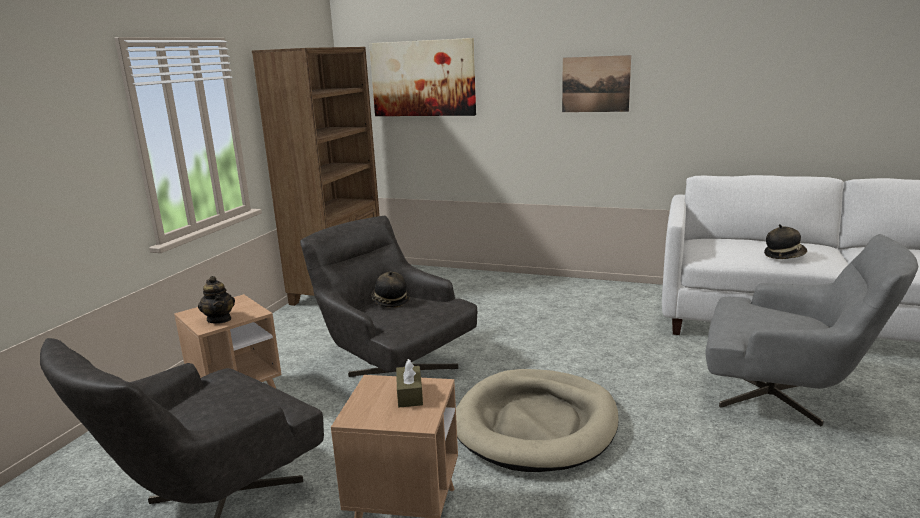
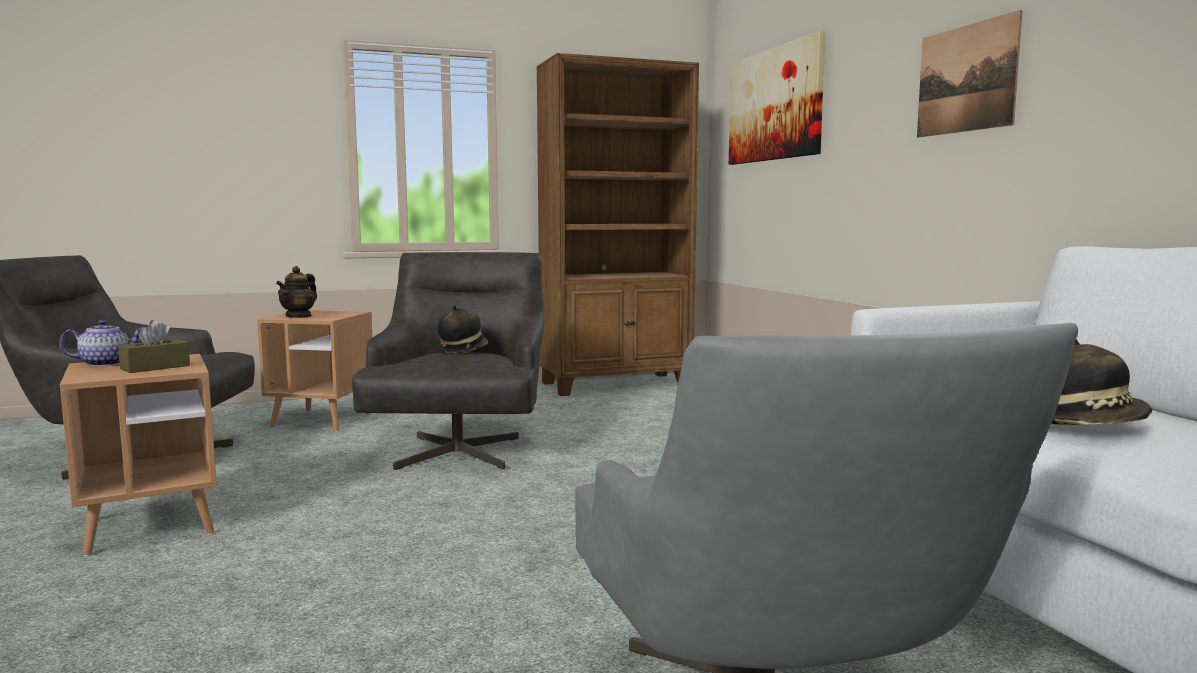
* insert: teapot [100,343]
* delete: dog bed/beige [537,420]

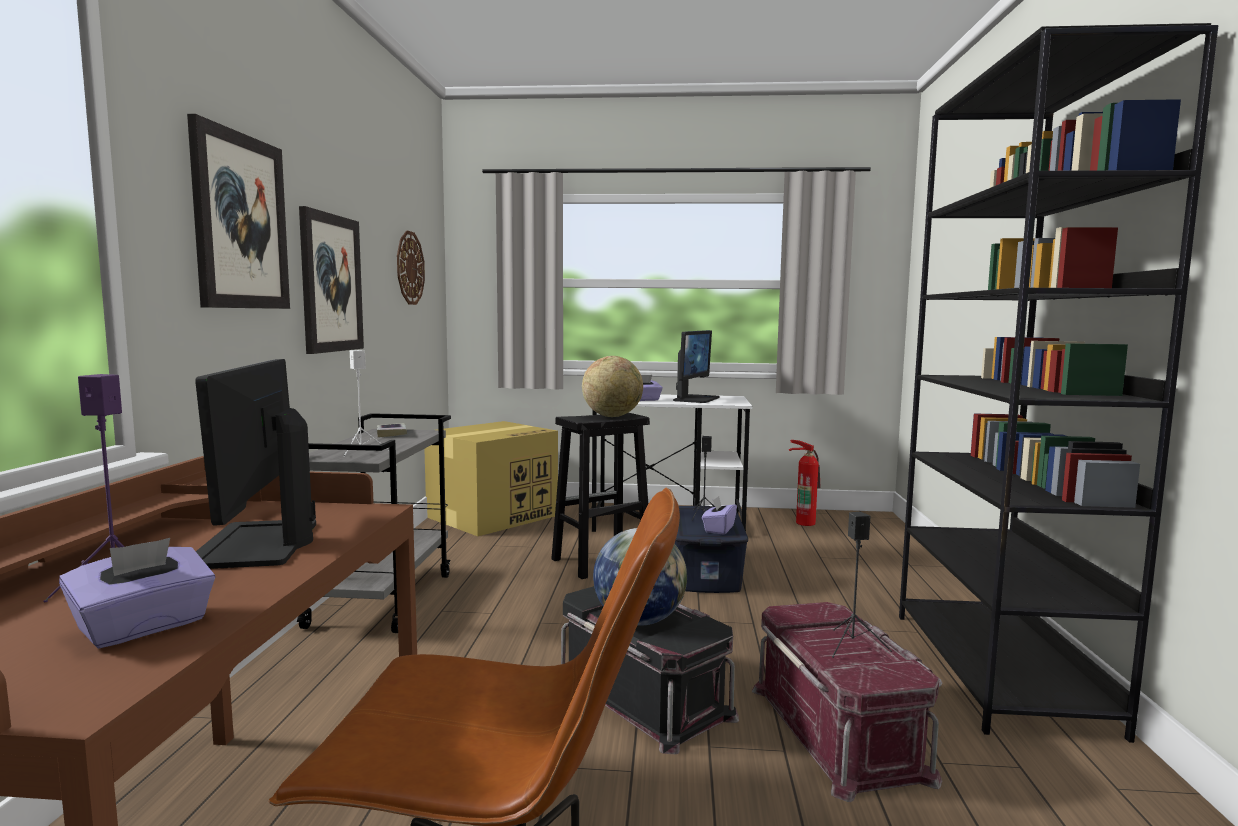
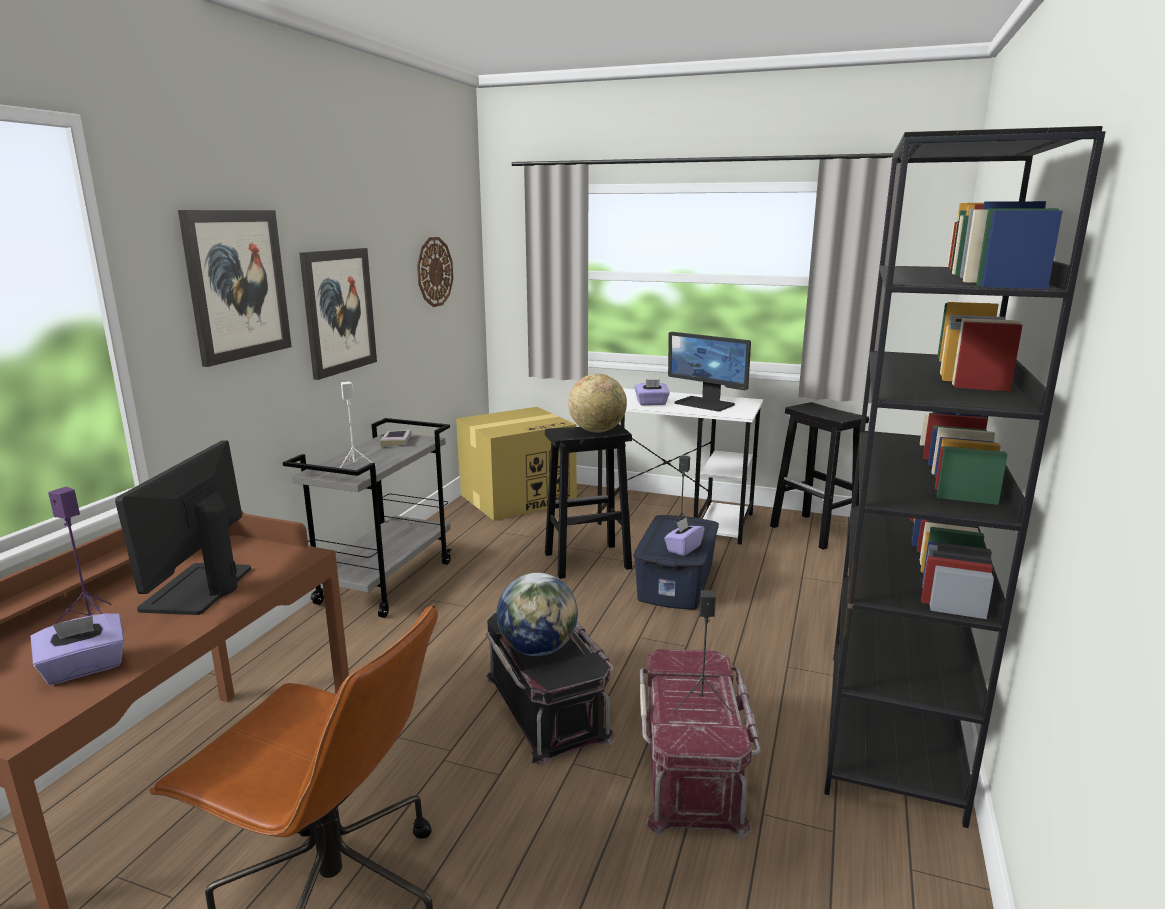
* rotate: monitor [696,366] = [709,371] 90 degrees clockwise
* replace: fire extinguisher [805,483] to stool/black [819,476]

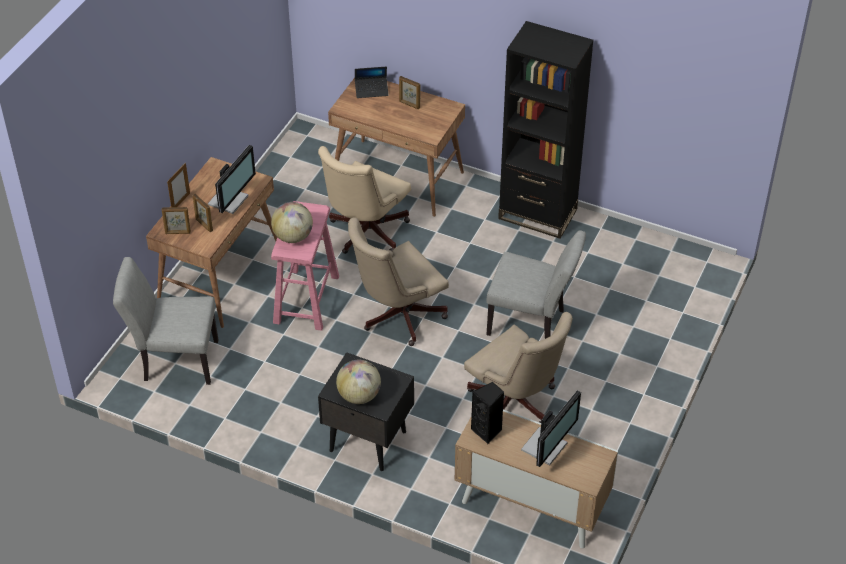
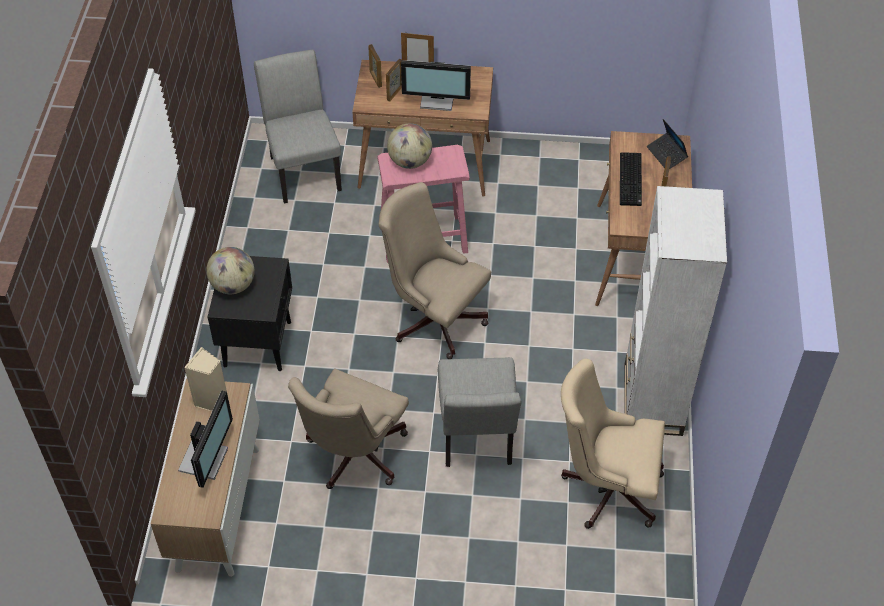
* rotate: monitor [551,429] = [205,439] 90 degrees counterclockwise
* recolor: speaker/black [487,413] to speaker/beige [206,379]
* move: office chair/beige [364,200] to [613,444]
* insert: keyboard [631,179]
* recolor: bookcase/black [546,130] to bookcase/white [675,311]

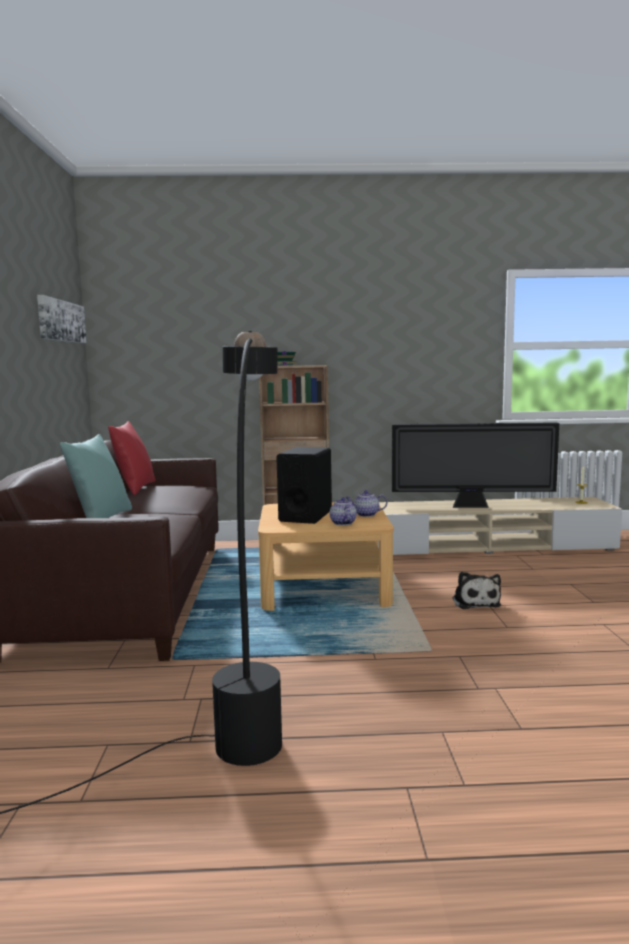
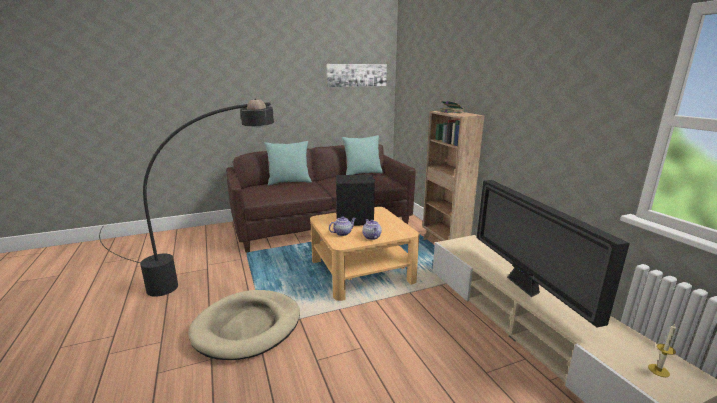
* insert: dog bed/beige [244,325]
* recolor: pillow/red [131,458] to pillow/turquoise [362,155]
* delete: plush toy [476,590]

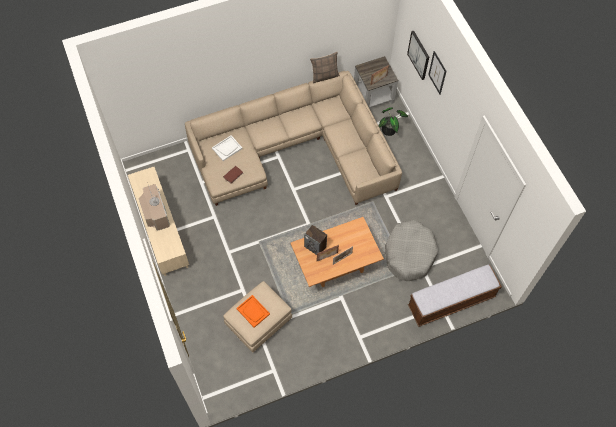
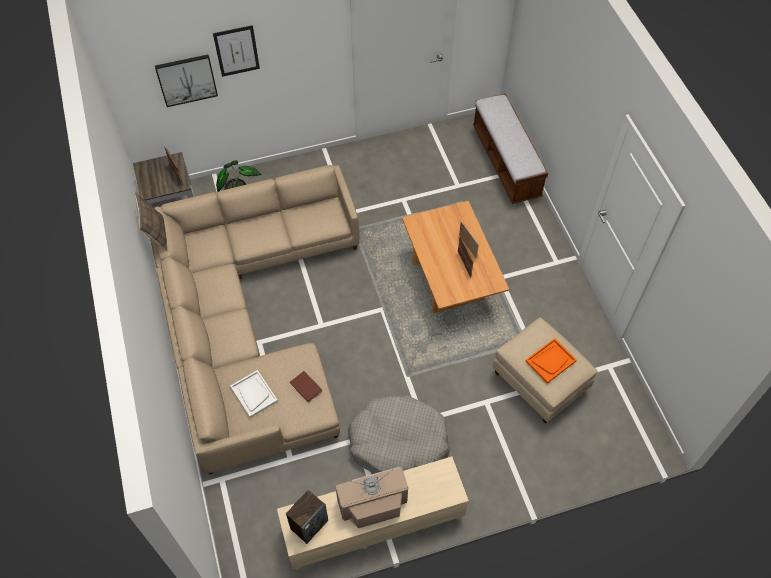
* move: speaker [315,240] to [307,517]
* move: dog bed/grey [411,250] to [399,435]

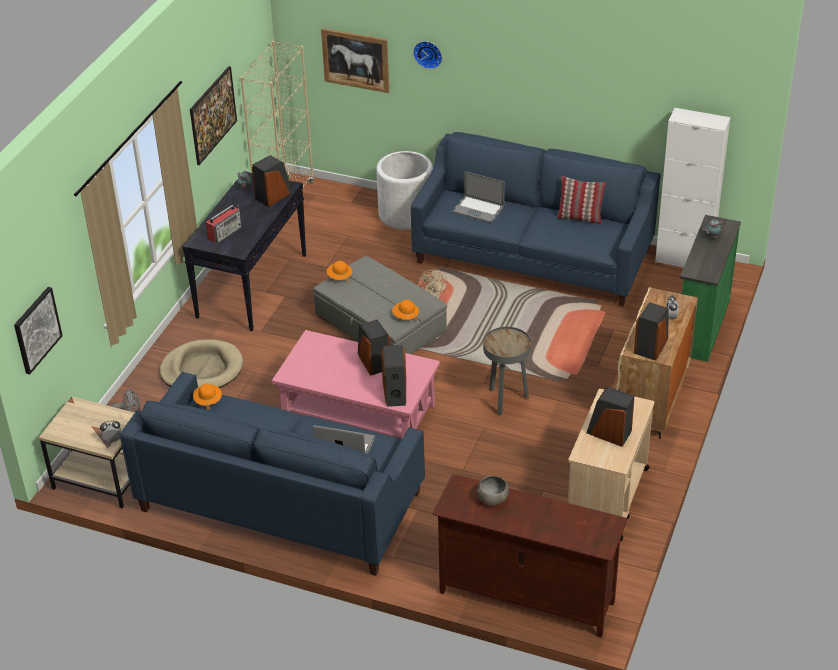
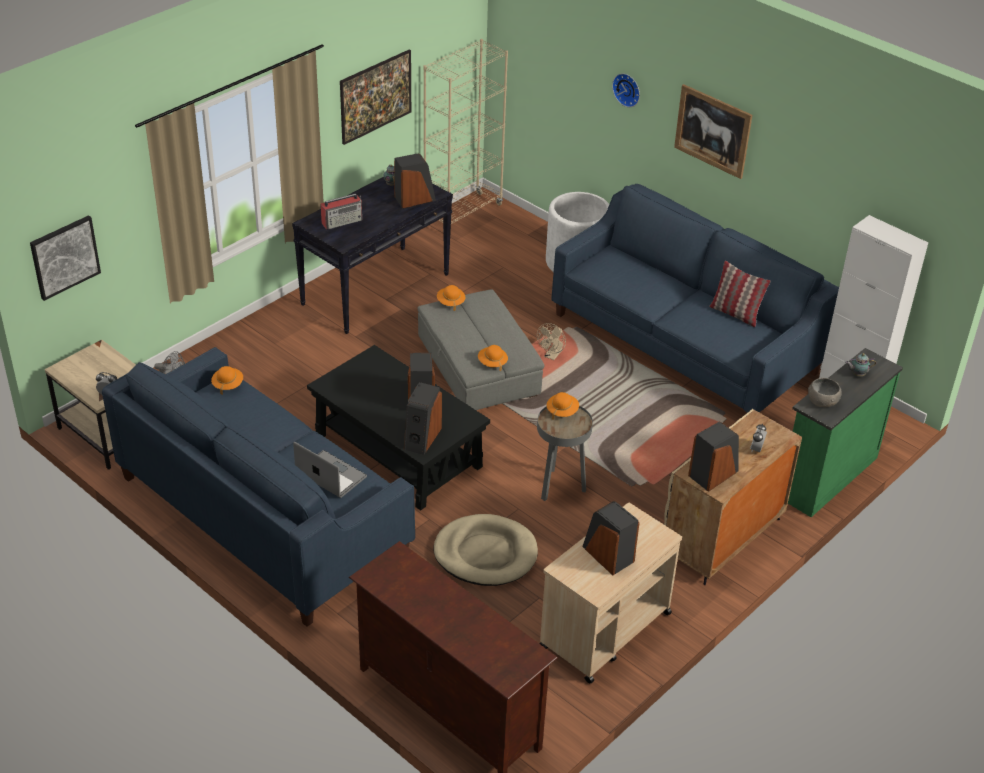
* recolor: coffee table/pink [356,384] to coffee table/black [398,427]
* move: dog bed/beige [201,364] to [485,550]
* insert: hat/orange [563,406]
* move: picture [355,60] to [713,131]
* move: bowl/grey [493,491] to [824,392]
* delete: laptop [478,197]

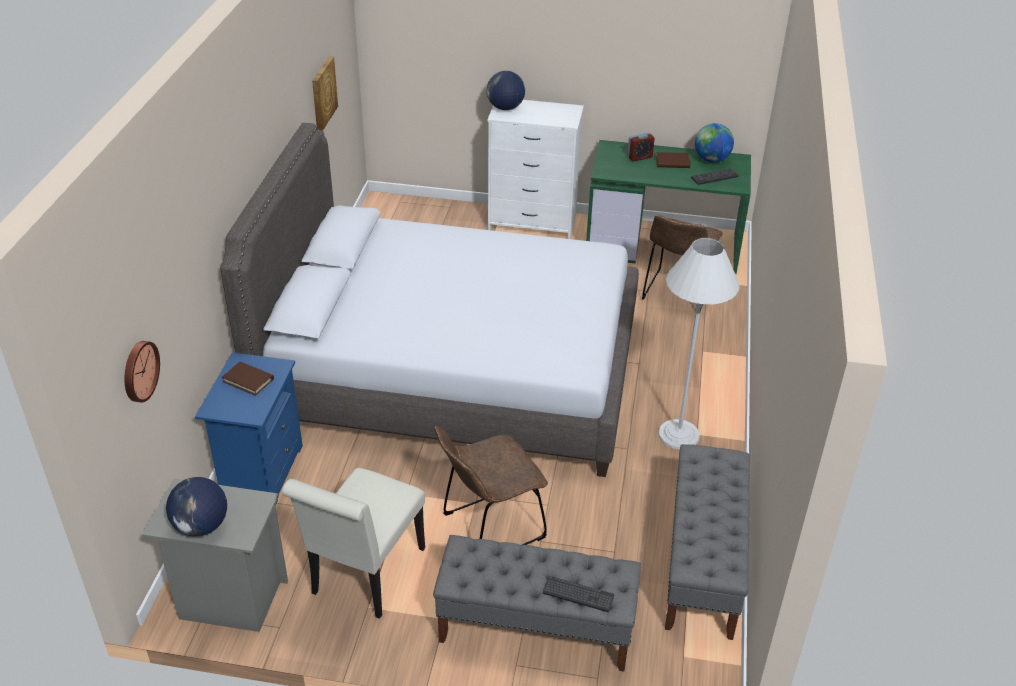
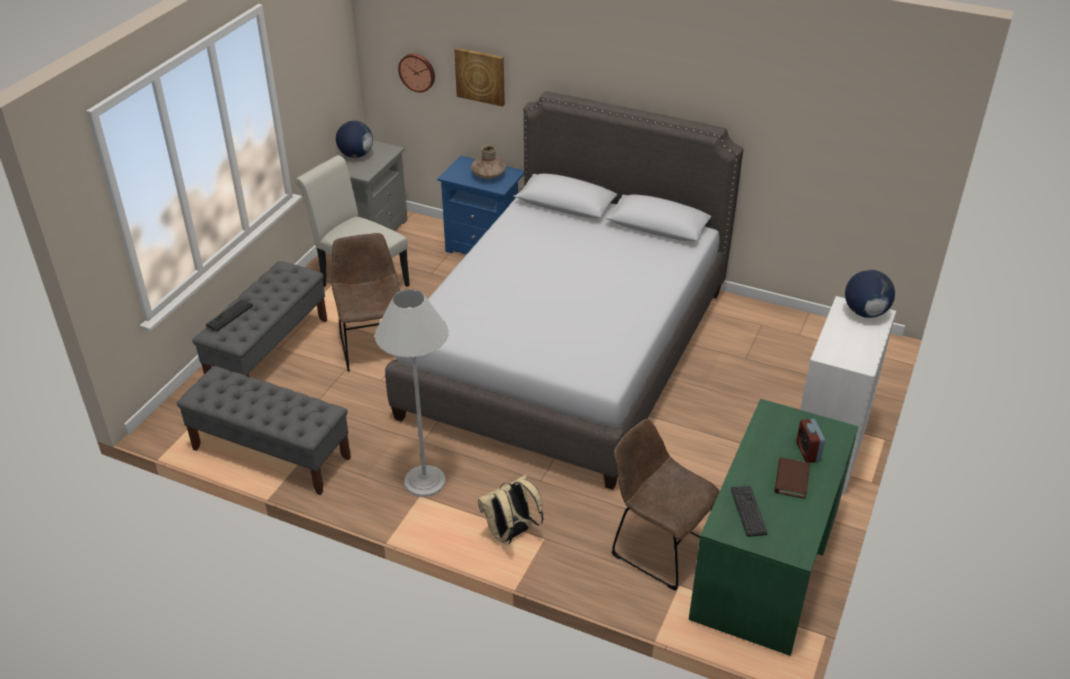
* move: picture [325,93] to [479,77]
* replace: book/brown [248,379] to vase/brown [488,162]
* insert: backpack/beige [510,509]
* delete: globe [714,143]

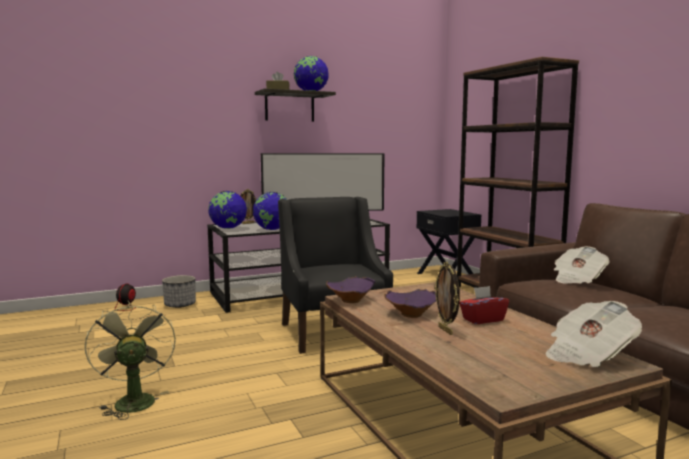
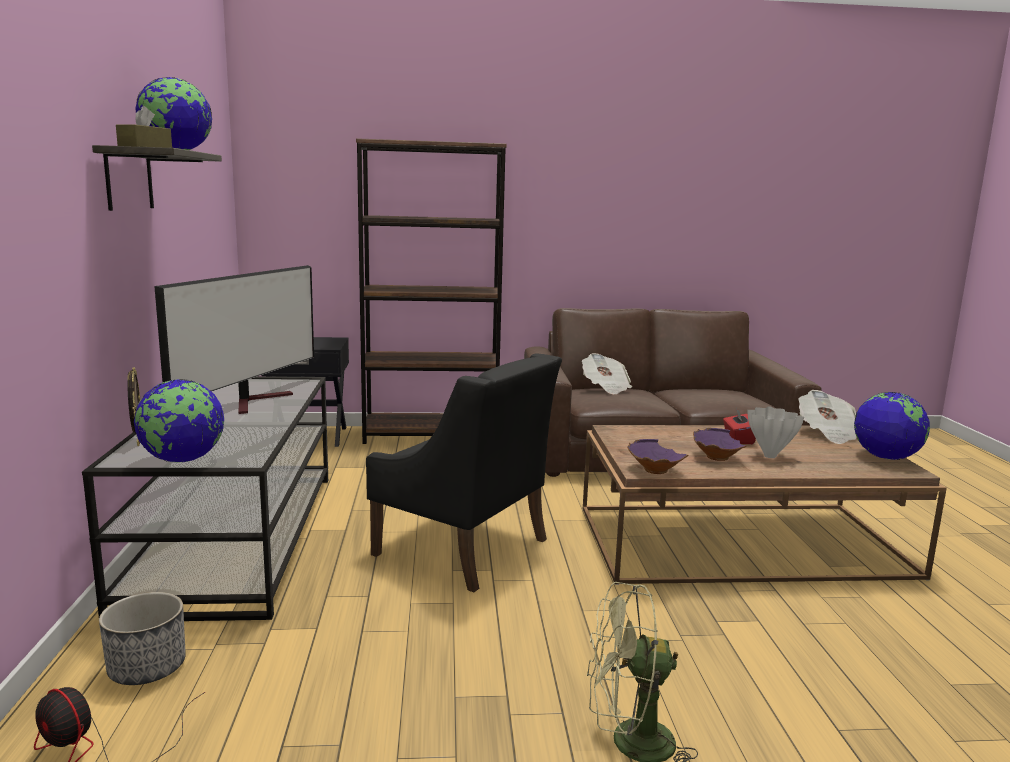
* rotate: armchair/black [335,275] = [464,473] 150 degrees counterclockwise
* replace: picture frame [447,298] to vase/white [775,432]
* move: globe [270,211] to [892,426]

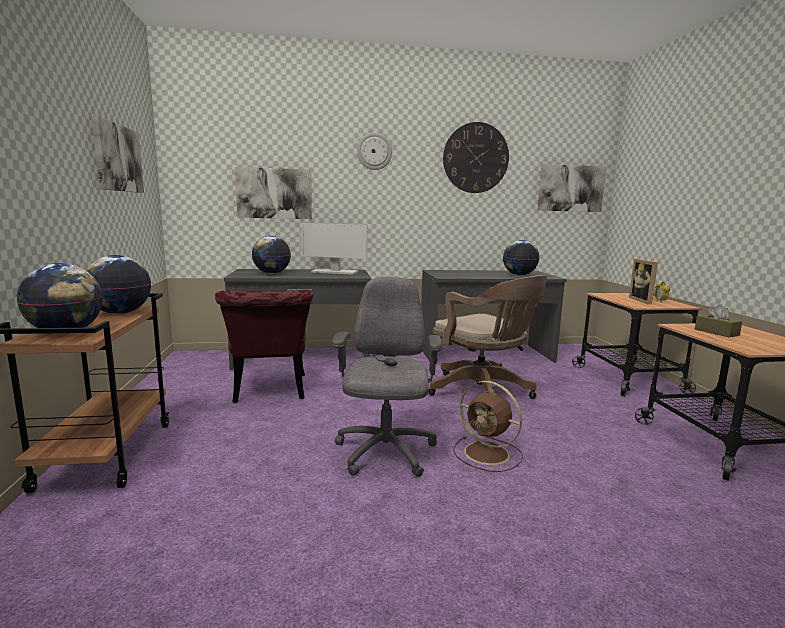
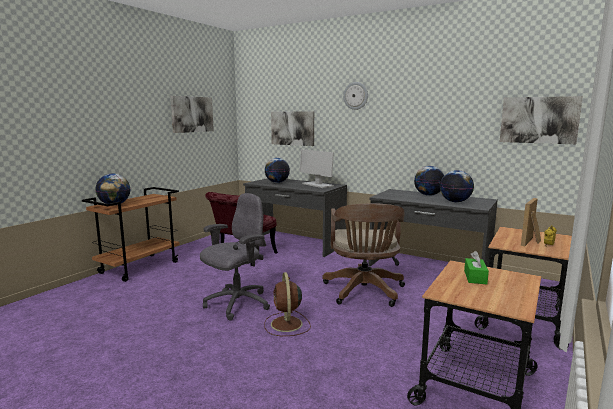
* move: globe [118,284] to [429,181]
* recolor: tissue box/brown [718,320] to tissue box/green [476,267]
* delete: wall clock [476,157]

